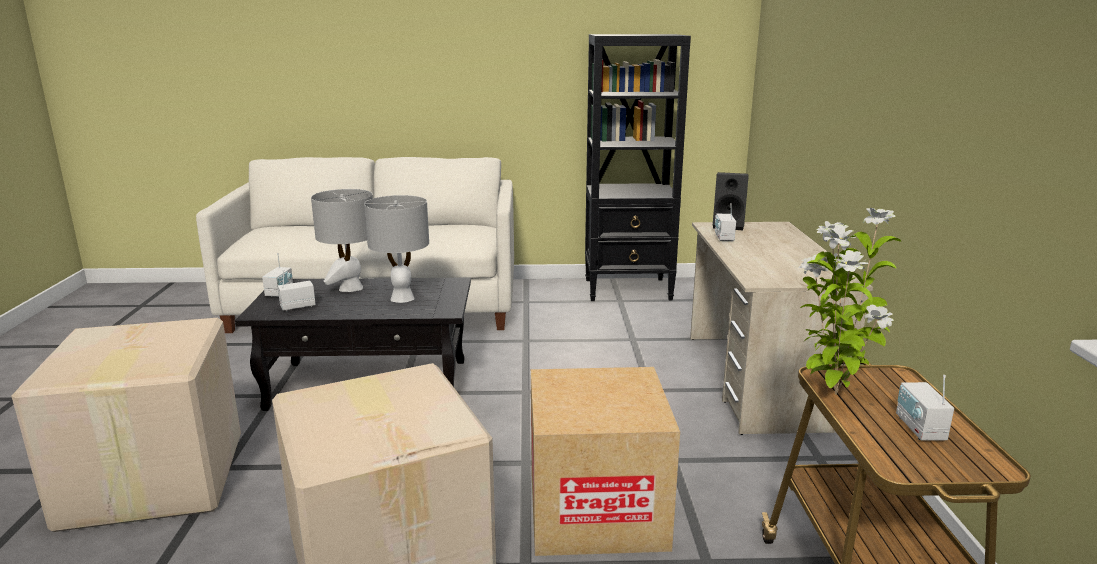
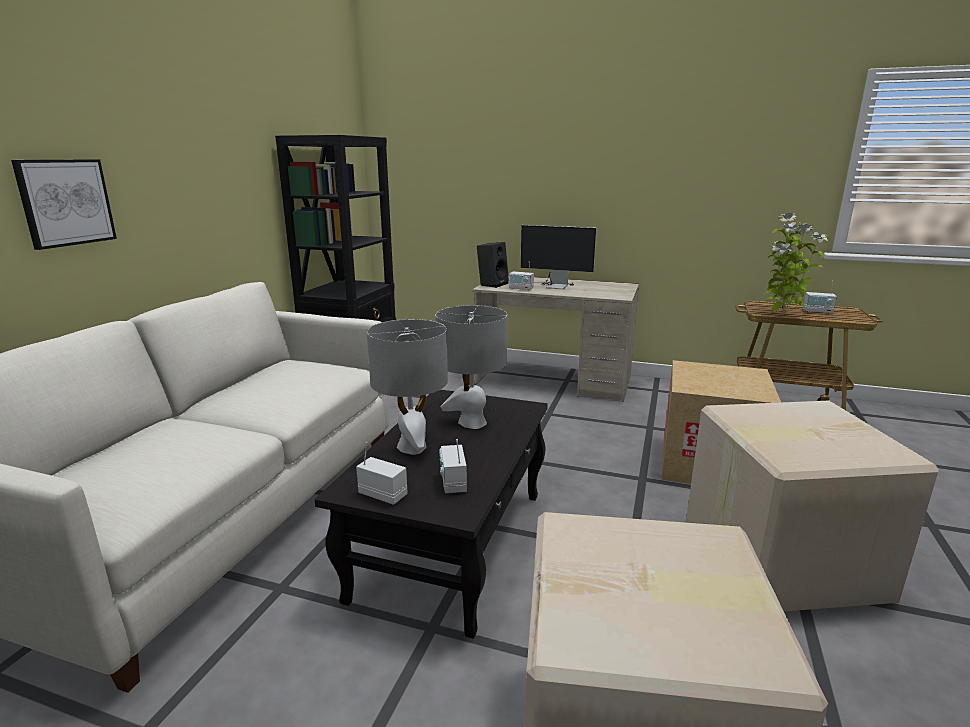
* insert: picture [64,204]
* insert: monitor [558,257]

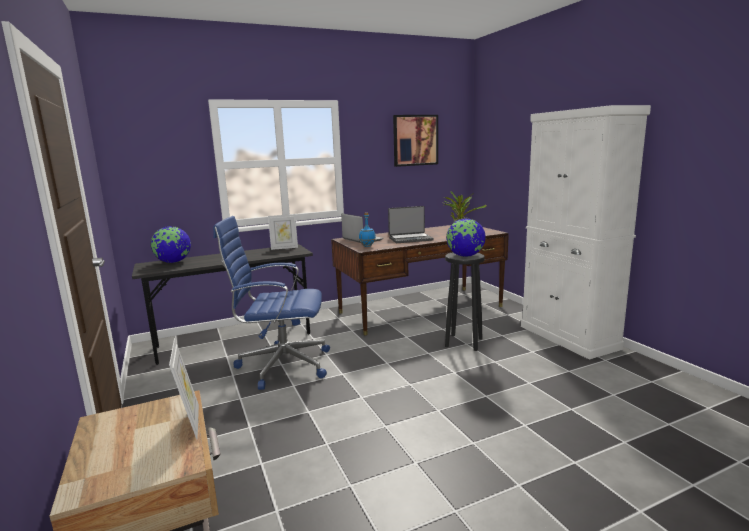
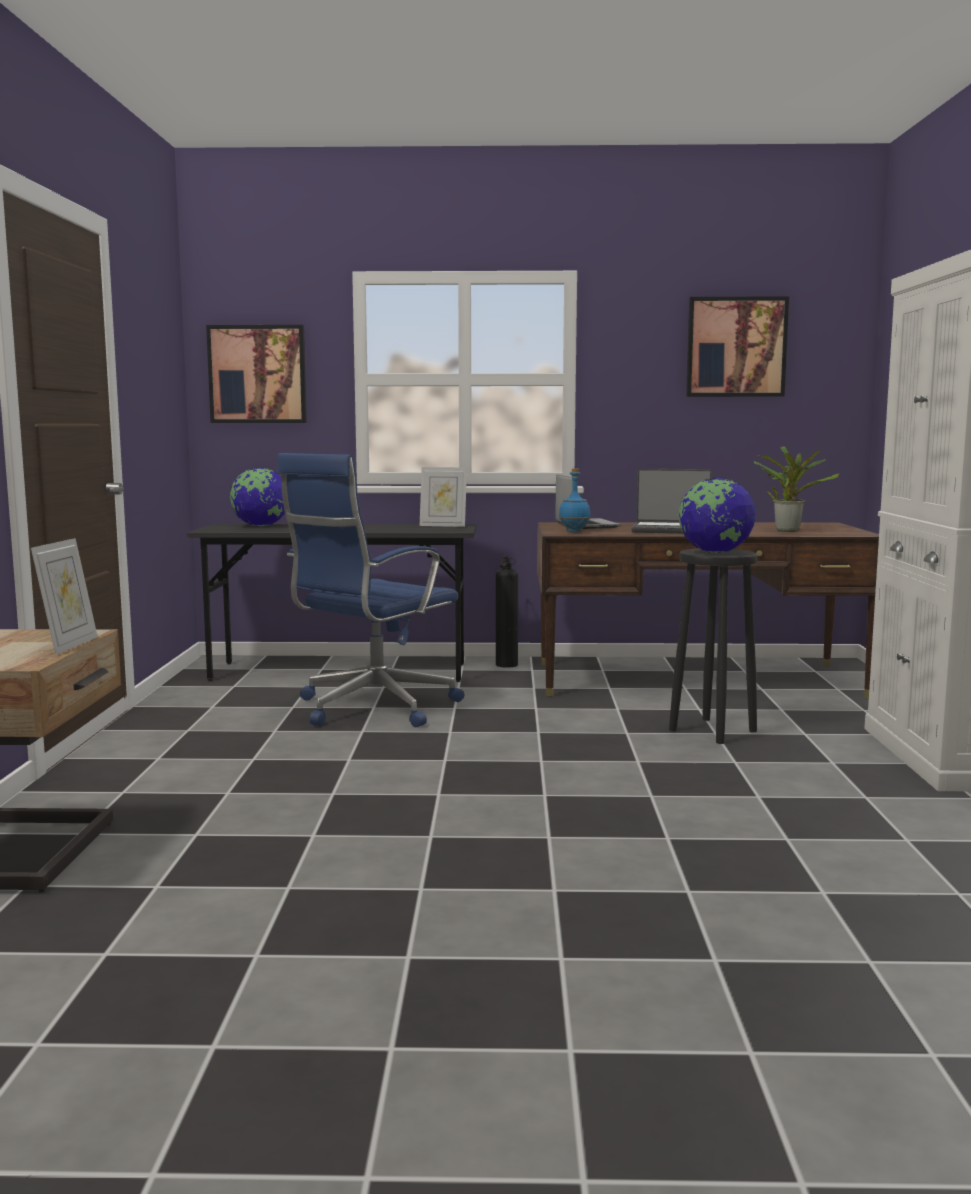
* insert: picture [256,374]
* rotate: office chair/blue [271,303] = [370,590] 75 degrees counterclockwise
* insert: fire extinguisher [507,612]

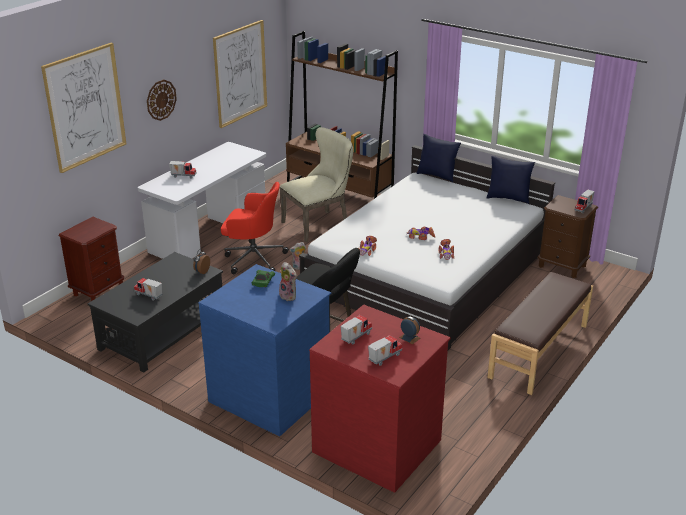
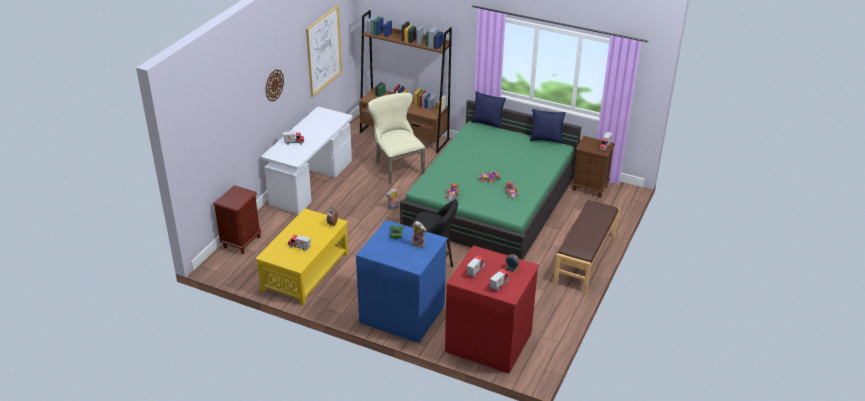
* recolor: coffee table/black [155,312] to coffee table/yellow [301,257]
* rotate: chair/beige [316,184] = [396,138] 75 degrees counterclockwise
* recolor: bed/white [427,247] to bed/green [491,180]
* delete: picture [83,108]
* delete: office chair/red [255,228]

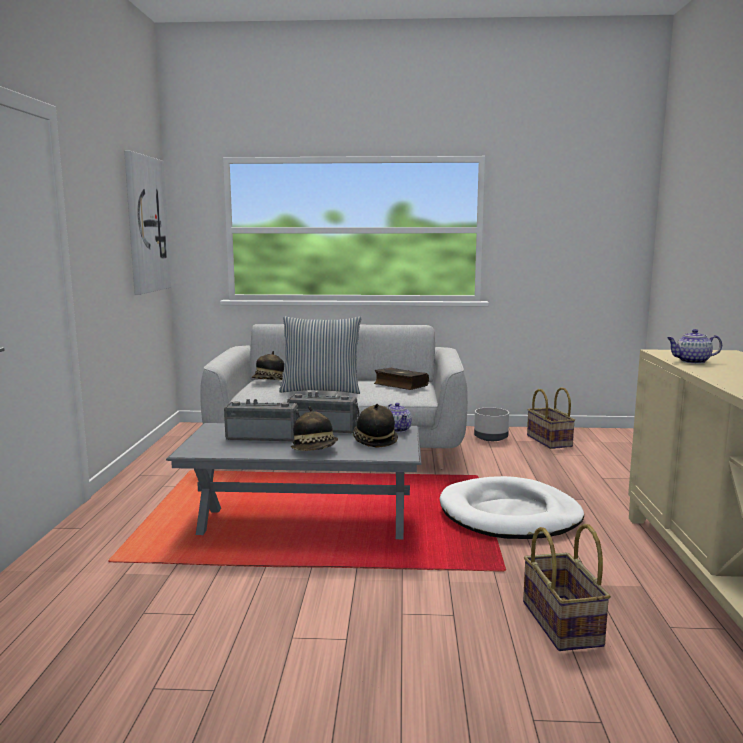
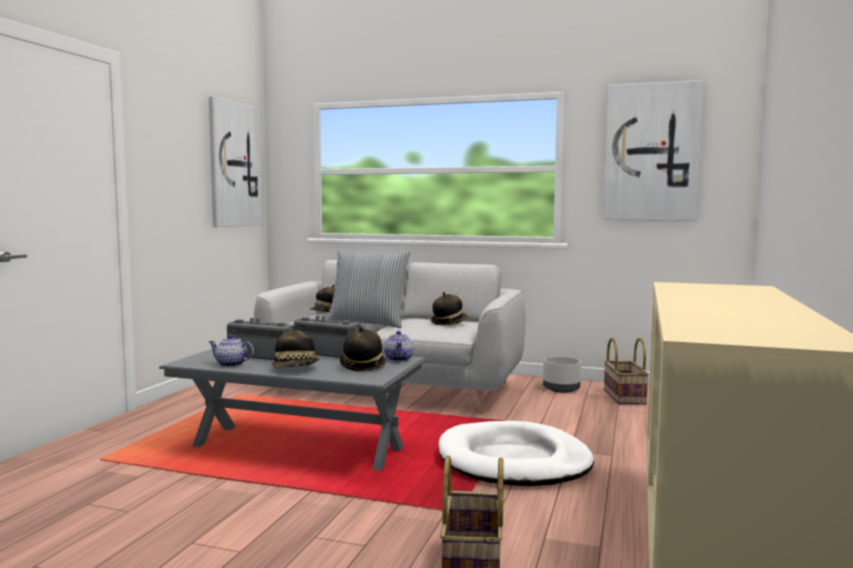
* move: teapot [694,346] to [231,351]
* replace: book [401,379] to hat [449,309]
* insert: picture [654,150]

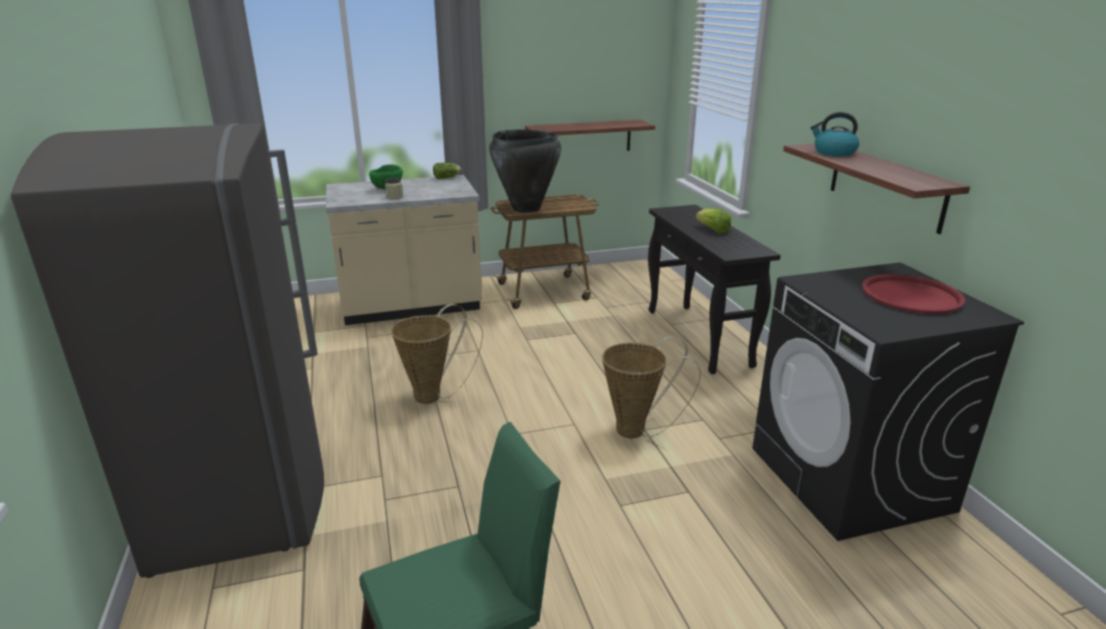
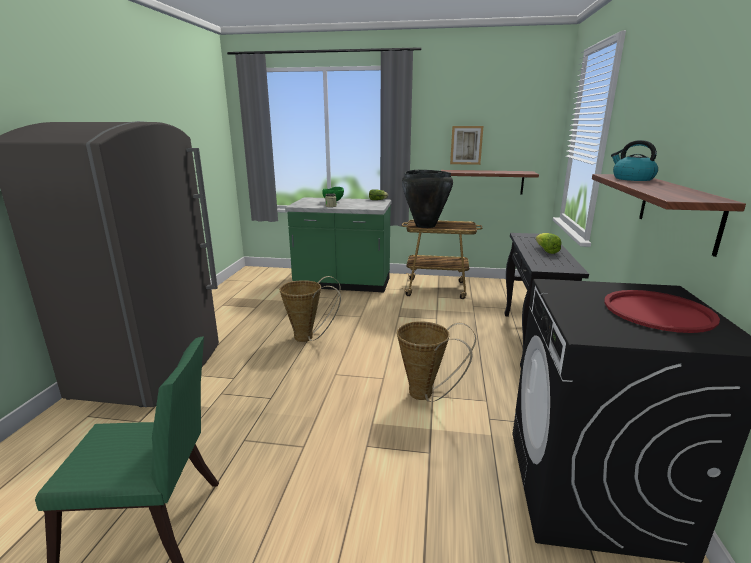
* recolor: counter/beige [404,250] to counter/green [338,244]
* insert: picture [466,145]

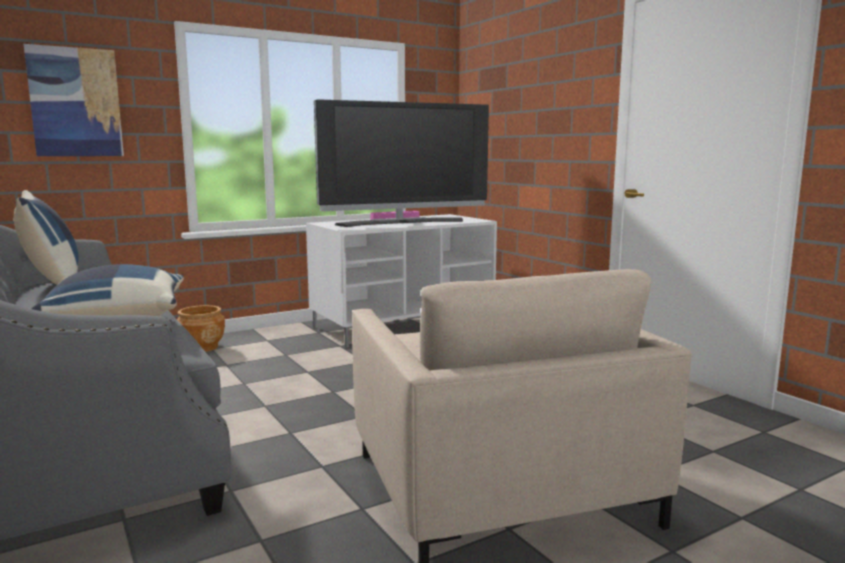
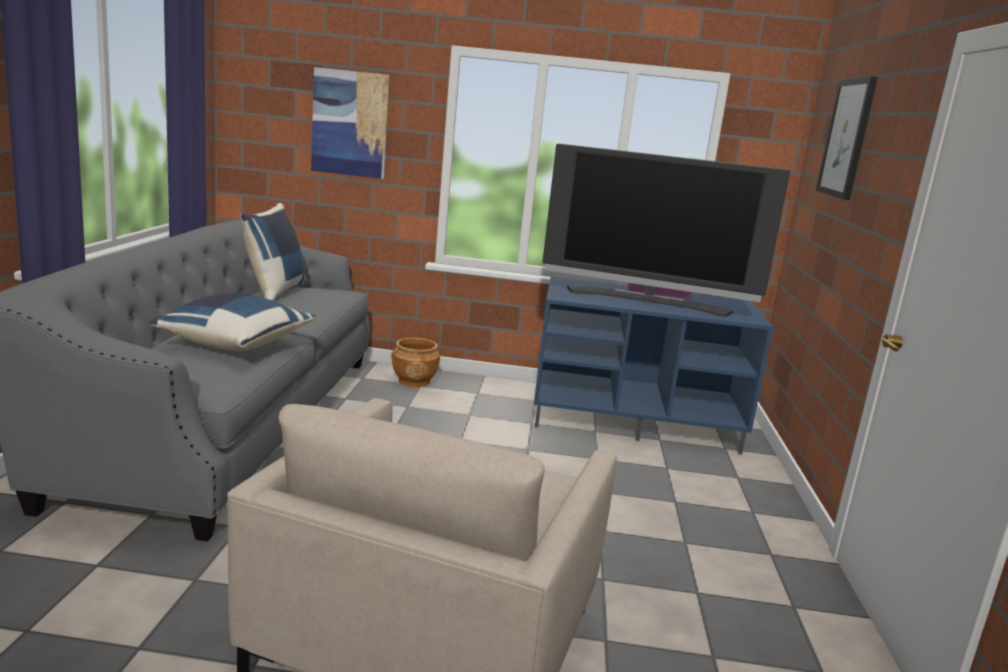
* recolor: tv stand/white [401,281] to tv stand/blue [653,365]
* insert: picture [847,138]

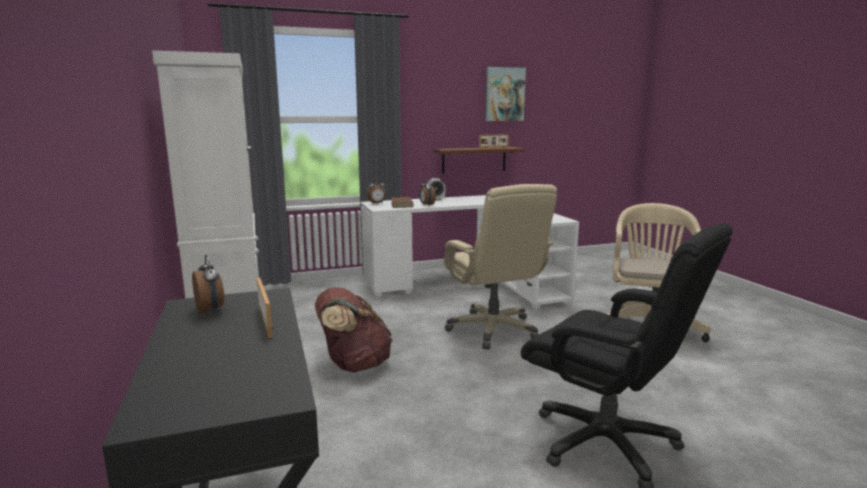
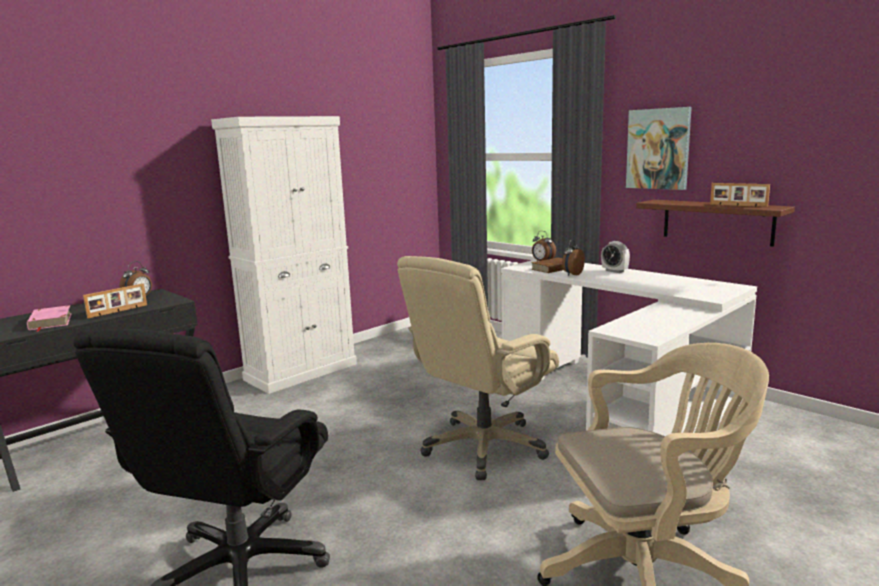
* insert: book/pink [49,318]
* move: picture [505,94] to [659,148]
* delete: backpack/brown [354,330]

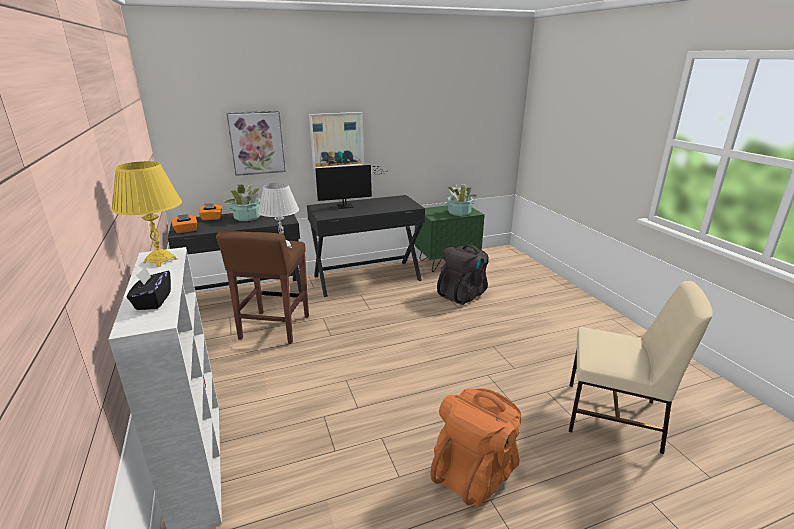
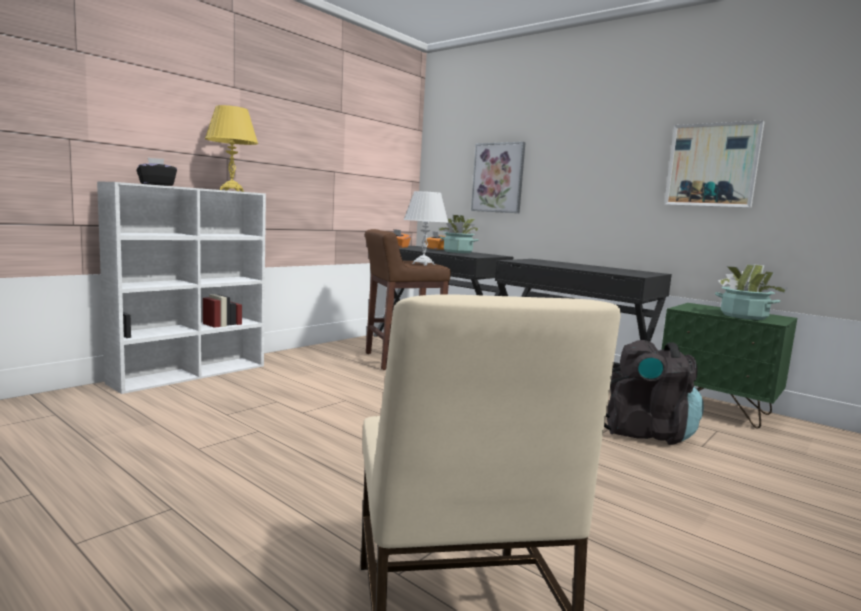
* move: picture [336,140] to [714,164]
* delete: monitor [350,187]
* delete: backpack/orange [476,447]

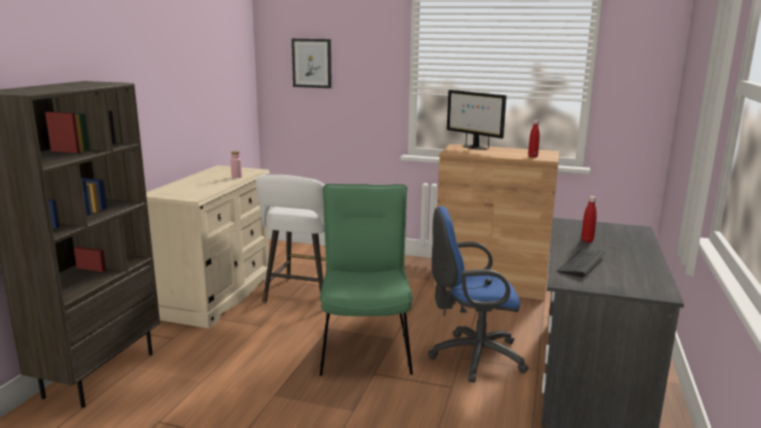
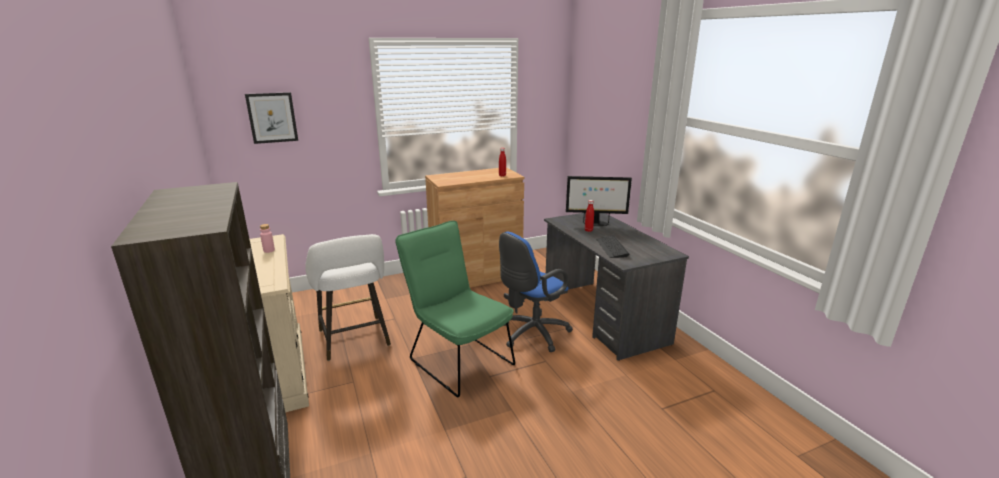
* move: monitor [476,120] to [599,201]

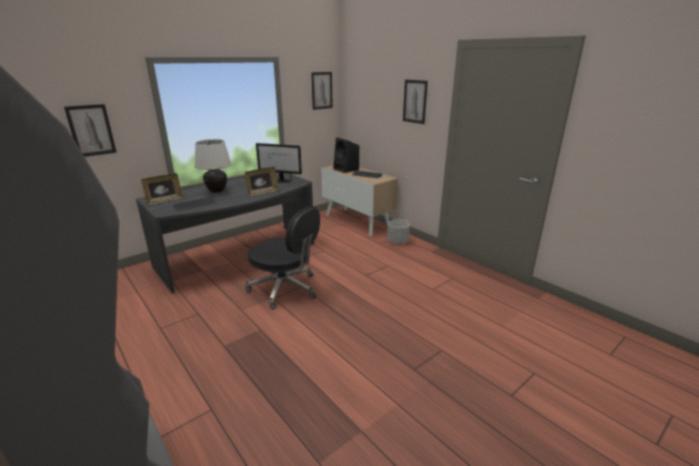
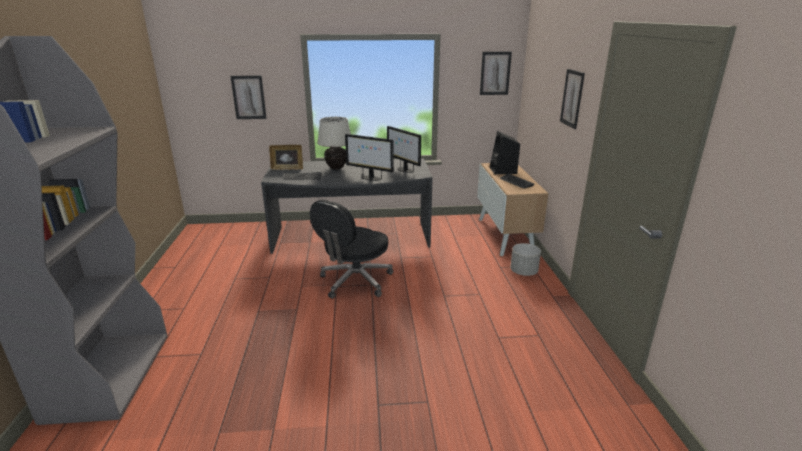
* rotate: office chair/black [282,258] = [351,249] 60 degrees clockwise
* replace: picture frame [262,181] to monitor [369,157]

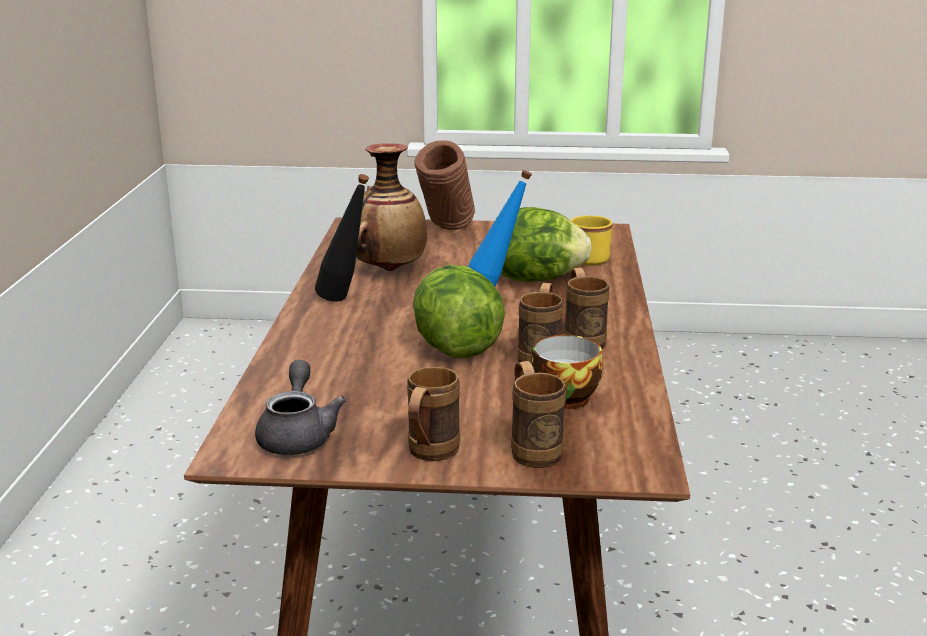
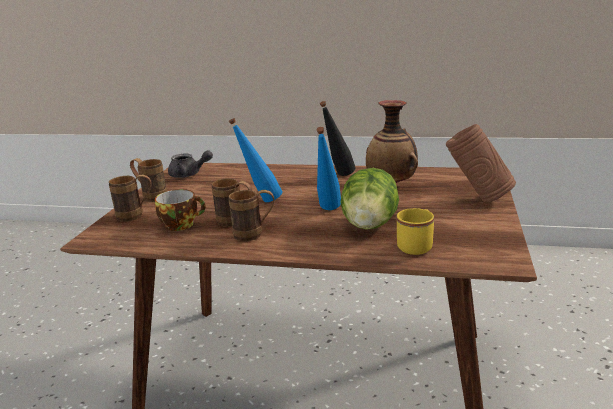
* replace: lettuce [459,311] to bottle/blue [256,160]

